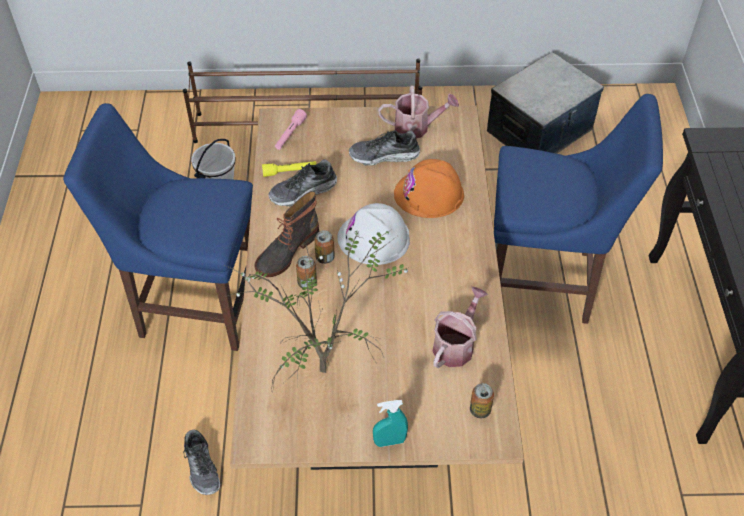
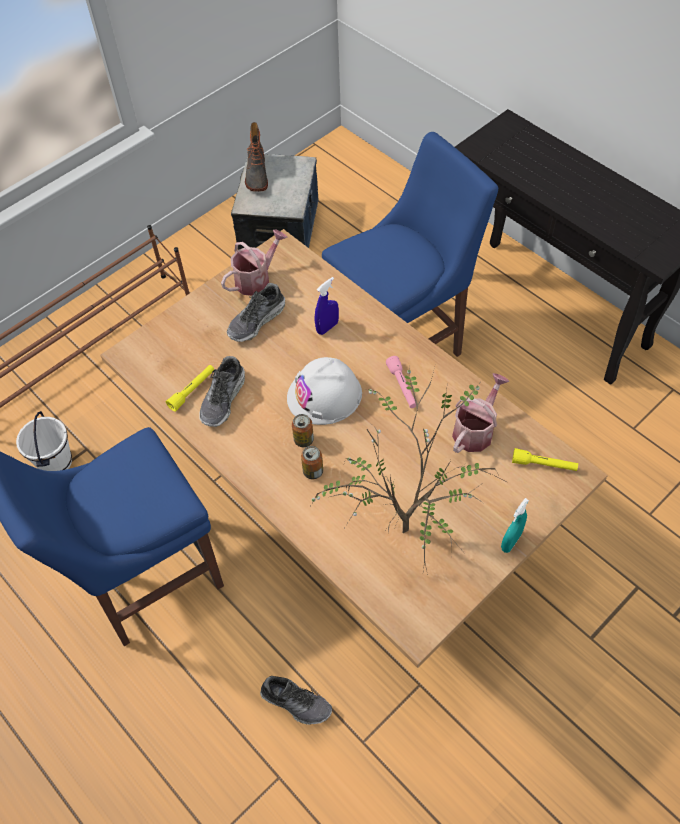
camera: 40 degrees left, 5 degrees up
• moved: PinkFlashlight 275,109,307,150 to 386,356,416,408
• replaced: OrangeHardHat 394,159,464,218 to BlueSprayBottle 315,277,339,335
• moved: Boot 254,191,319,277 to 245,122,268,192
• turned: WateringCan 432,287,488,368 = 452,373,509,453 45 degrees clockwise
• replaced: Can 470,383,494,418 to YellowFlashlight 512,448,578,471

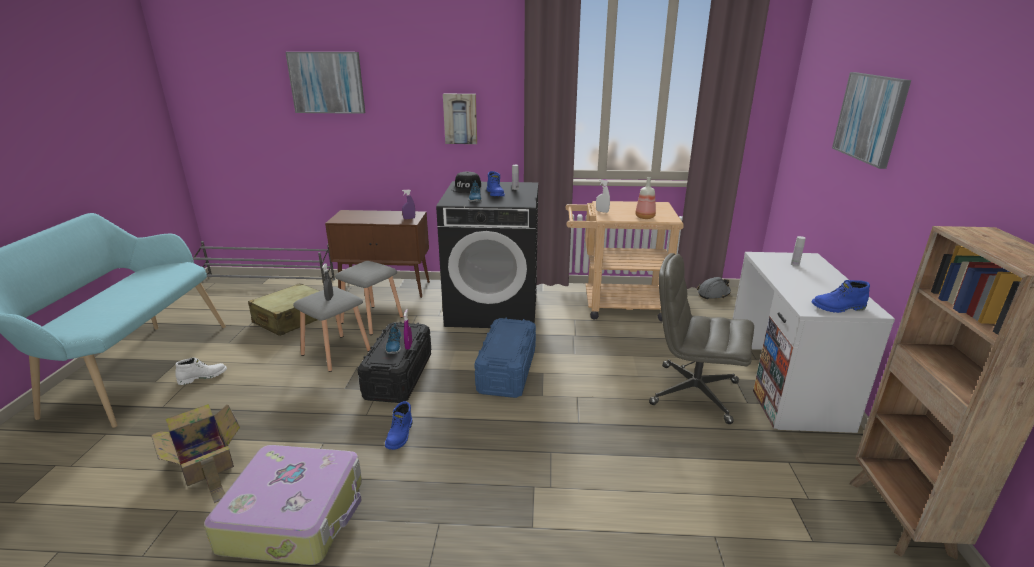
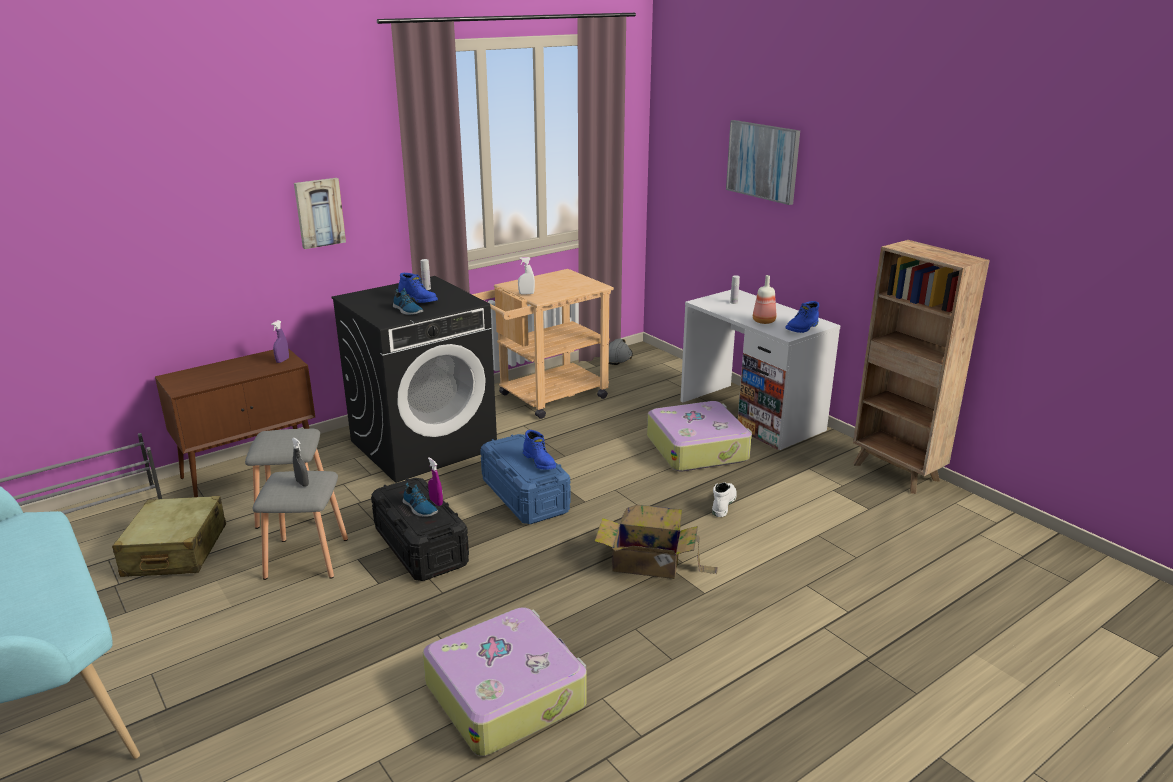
camera: 40 degrees left, 0 degrees up
• removed: Picture 285,52,365,114
• removed: BlackCap 451,172,481,193
• moved: Bottle 635,177,656,219 to 753,275,776,324
• replaced: GreyOfficeChair 649,253,754,424 to Suitcase 647,401,752,471
• moved: WhiteBoot 175,357,227,385 to 712,482,737,517
• moved: BlueBoot 385,401,412,450 to 523,430,556,470
• moved: CardboardBox 151,404,240,503 to 594,505,718,579

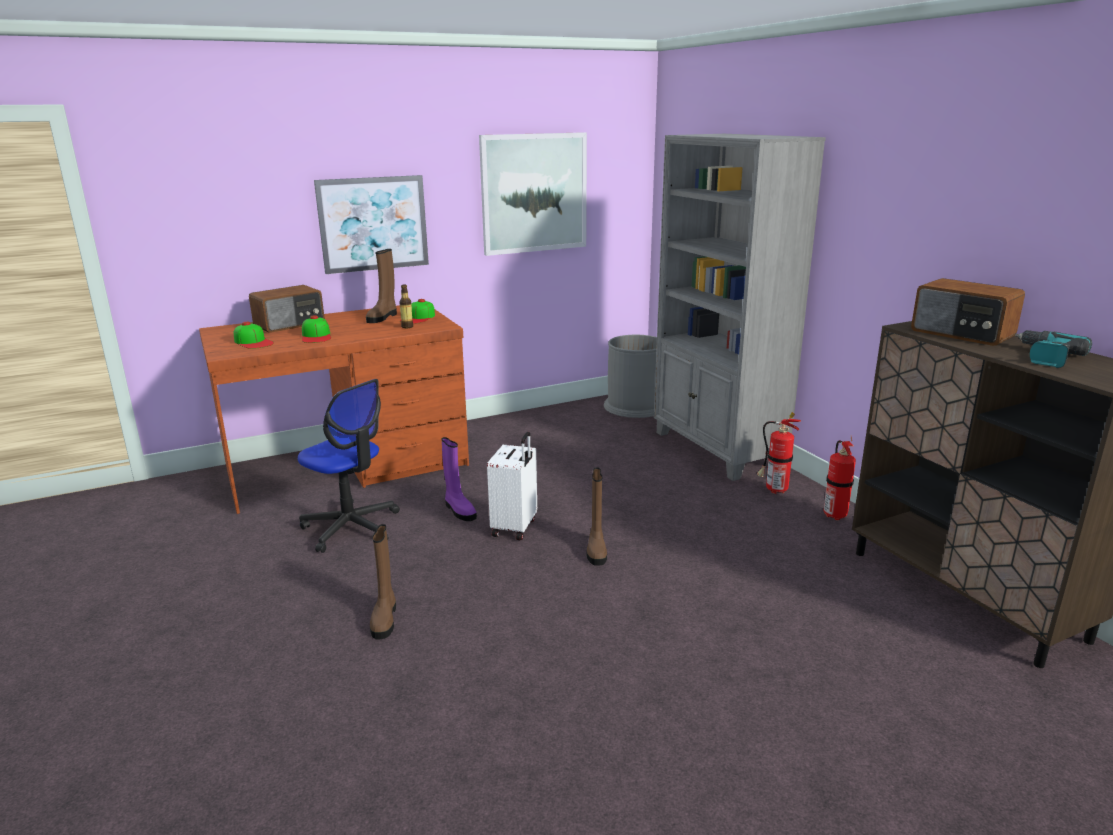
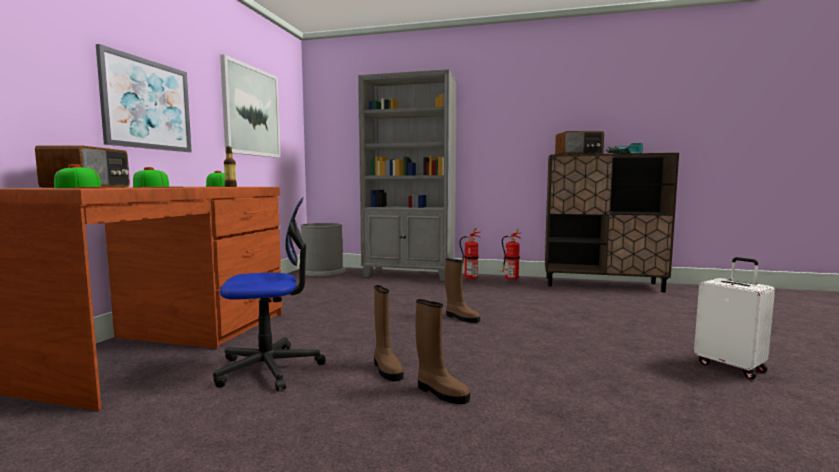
camera: 50 degrees left, 15 degrees down
• moved: BrownBoot 366,249,397,323 to 374,285,404,381
• moved: WhiteSuitcase 487,432,537,540 to 694,257,775,379
• removed: PurpleBoot 441,437,477,521

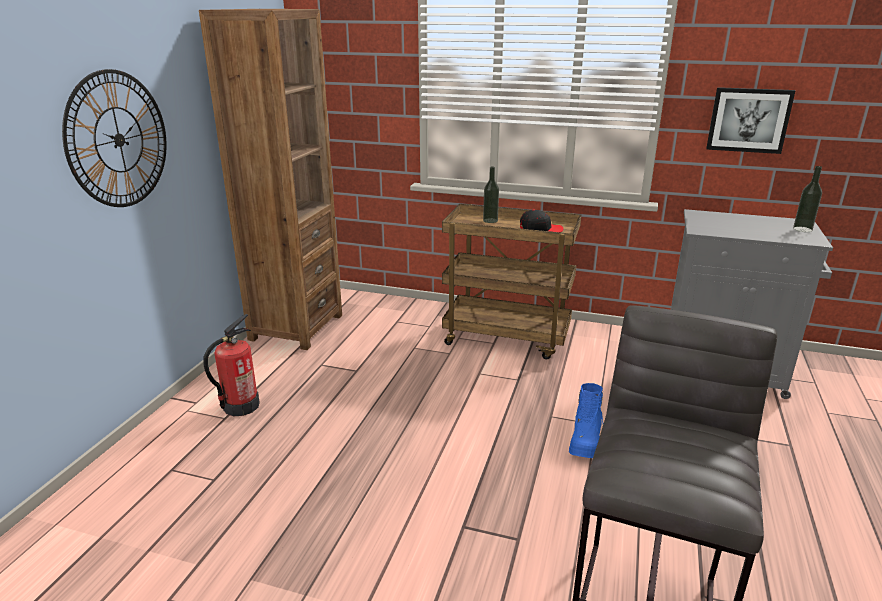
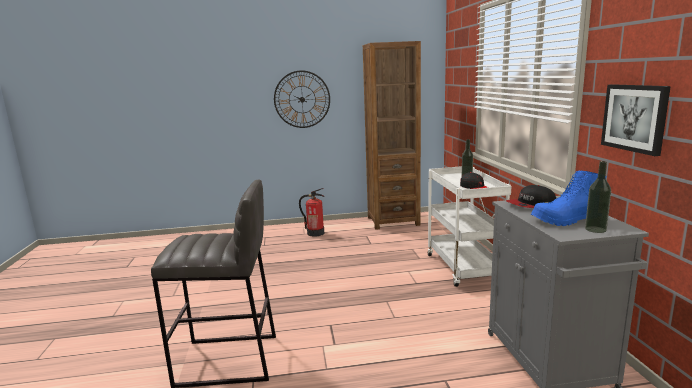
camera: 65 degrees right, 10 degrees down
• recoloured: BrownCart 442,204,581,359 to WhiteCart 428,166,511,287
• moved: BlueBoot 569,383,604,458 to 531,170,609,226
• added: Cap 506,185,556,208

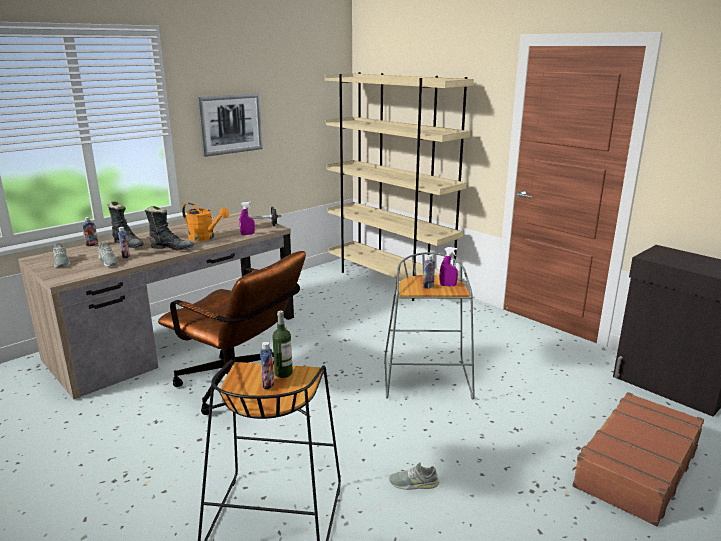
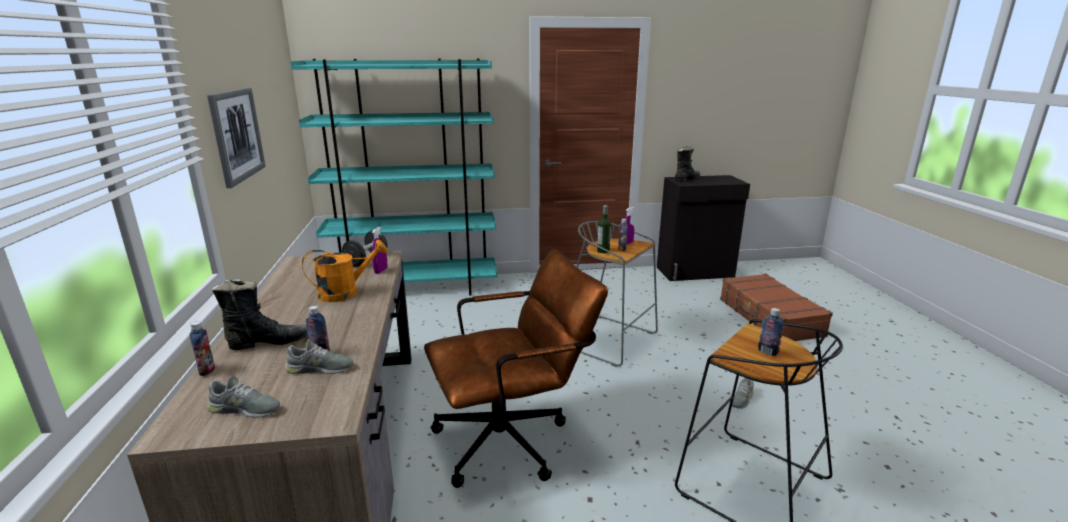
camera: 55 degrees left, 0 degrees up
• recoloured: BeigeBookcase 325,72,474,301 to TurquoiseBookcase 290,58,497,296
• moved: BlackBoot 145,206,194,250 to 675,146,700,182
• moved: Bottle 272,311,293,378 to 597,205,611,253

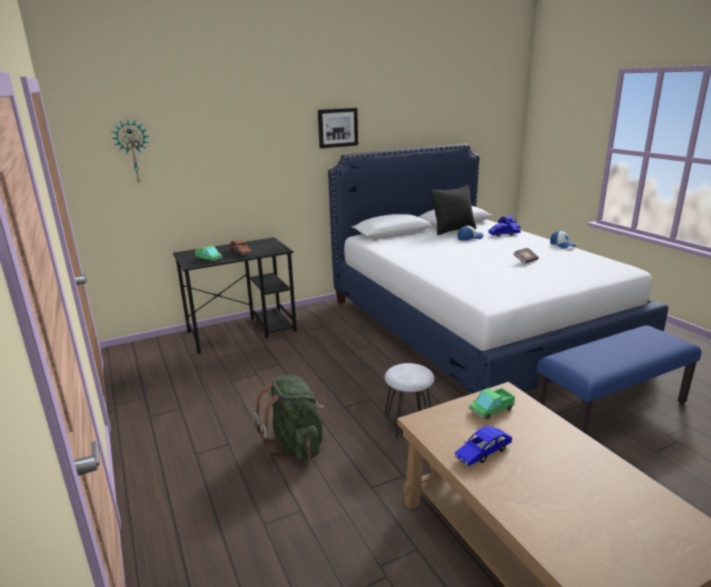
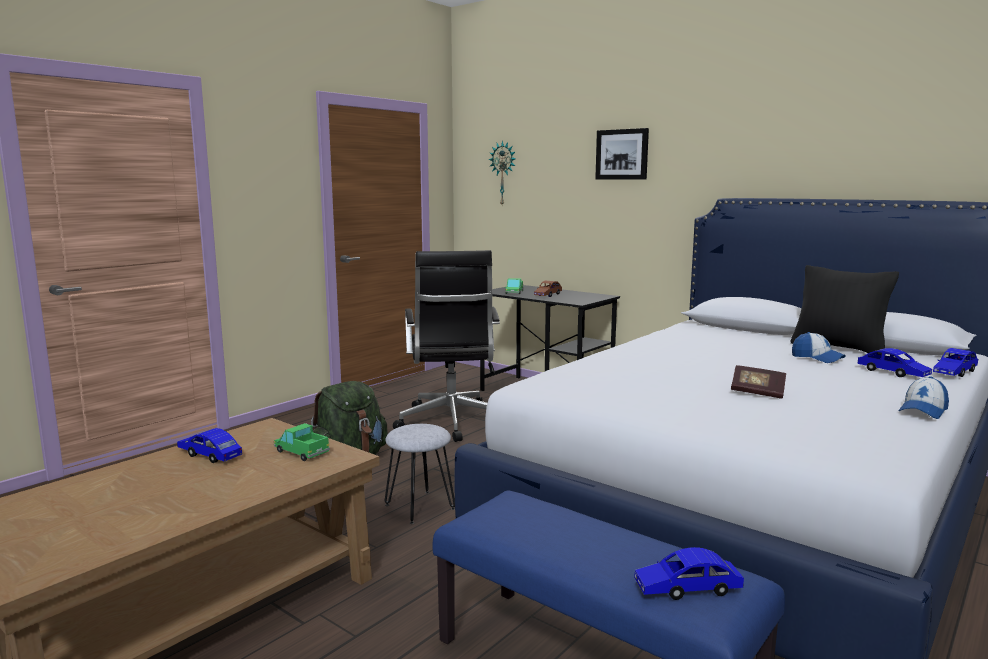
camera: 65 degrees right, 10 degrees down
• moved: Picture 318,108,358,148 to 595,128,649,179
• added: BlackOfficeChair 393,250,500,442
• added: BlueToyCar 634,547,744,600

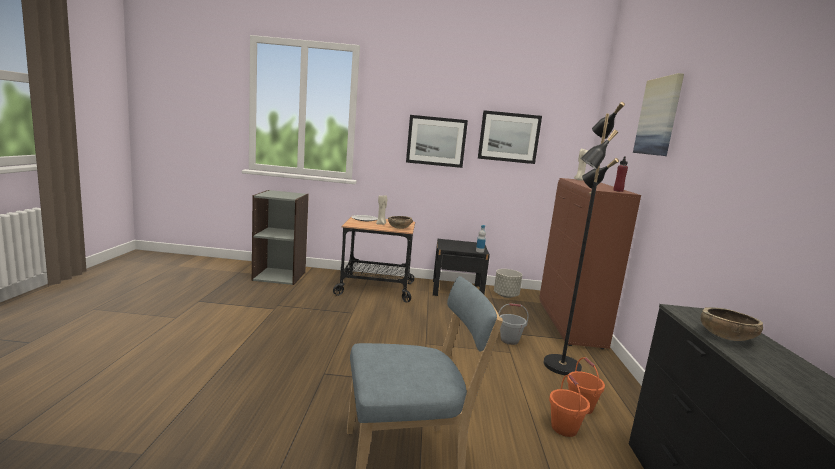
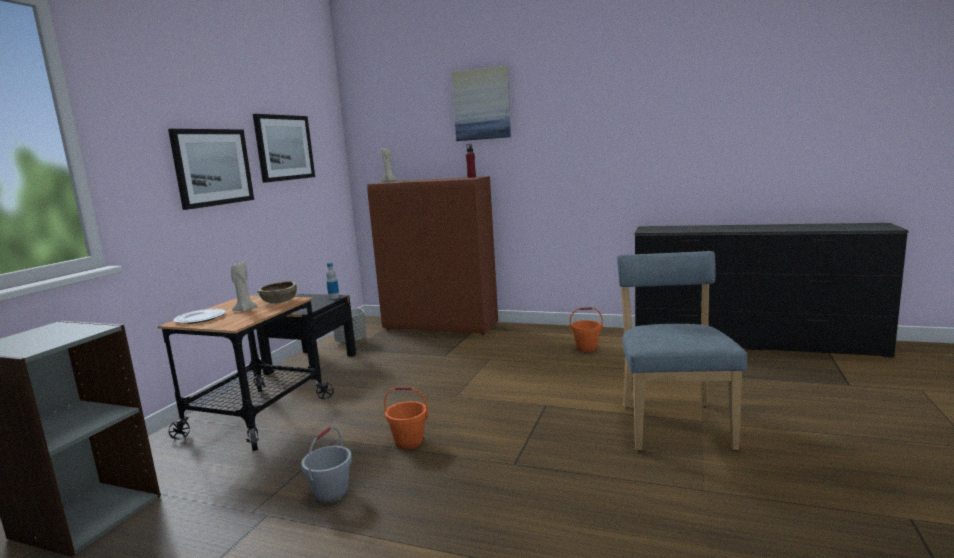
camera: 70 degrees left, 0 degrees up
• removed: BlackFloorLamp 543,102,625,375
• moved: GreyBucket 499,303,529,345 to 301,427,352,504
• removed: BrownBowl 701,307,763,341
• moved: OrangeBucket 549,374,590,437 to 384,387,428,449

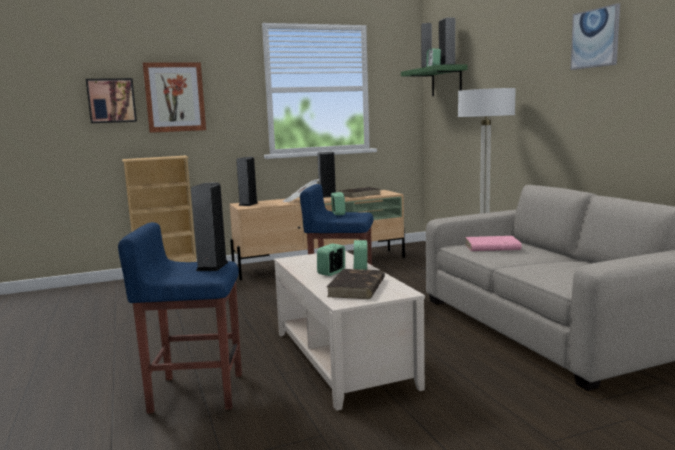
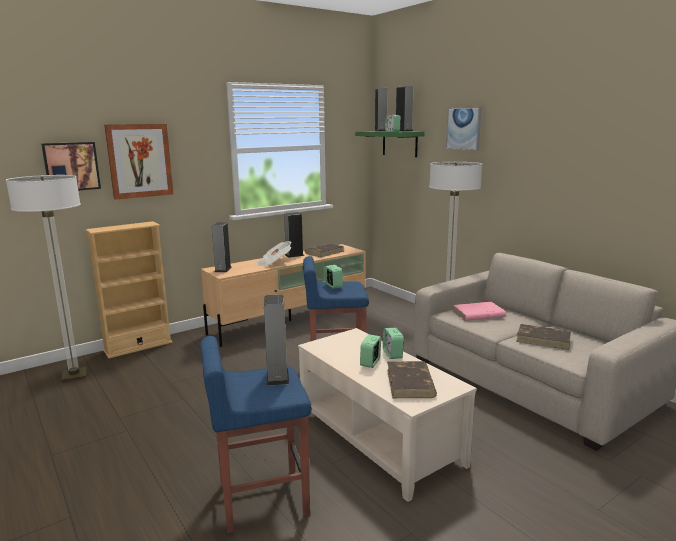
camera: 15 degrees left, 5 degrees up
• moved: Picture 571,3,620,70 to 446,107,482,151
• added: FloorLamp 6,175,87,382
• added: BrownBook 516,324,571,350

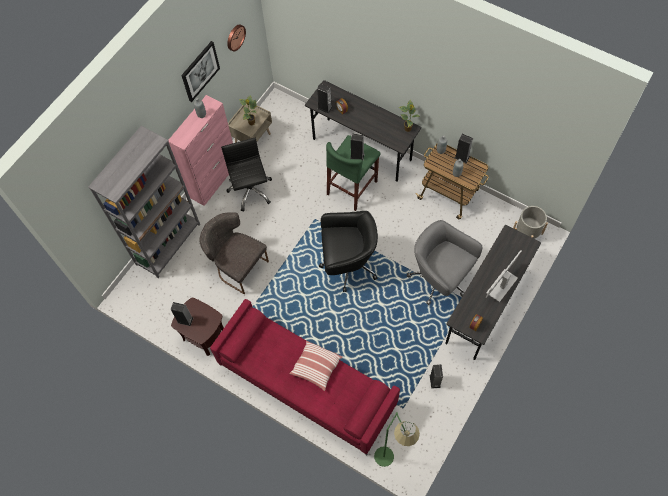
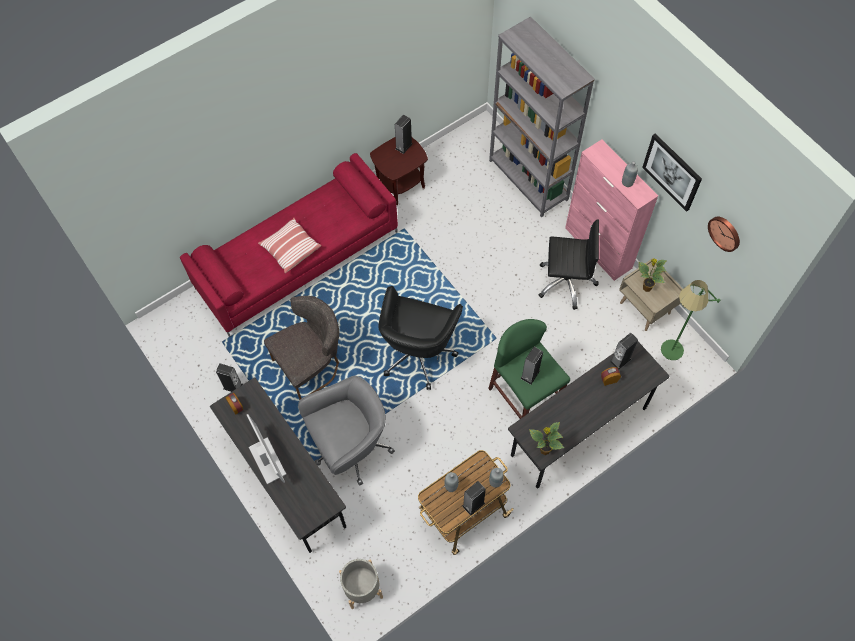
camera: 110 degrees right, 0 degrees up
• moved: GreyChair 199,212,269,294 to 264,296,339,400
• moved: GreenFloorLamp 374,412,420,467 to 661,280,720,360

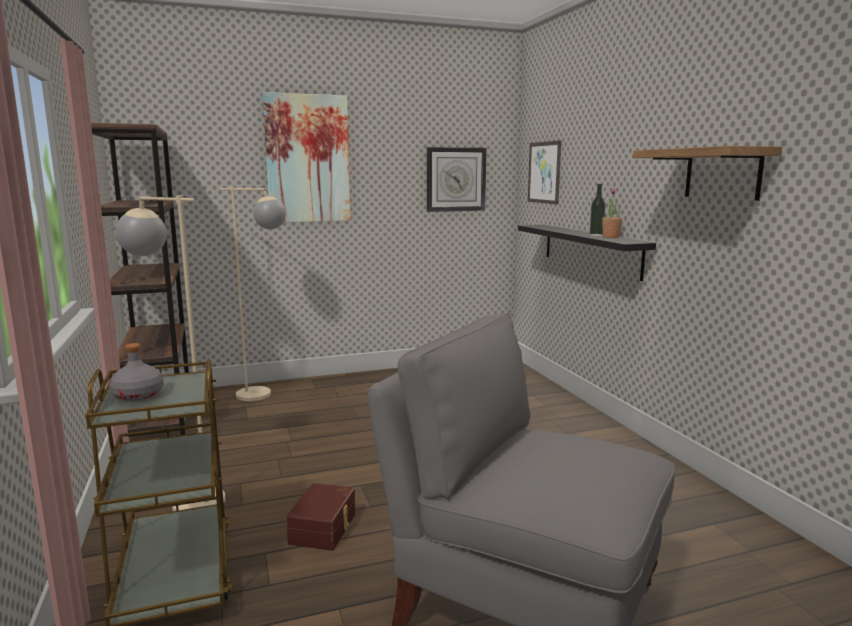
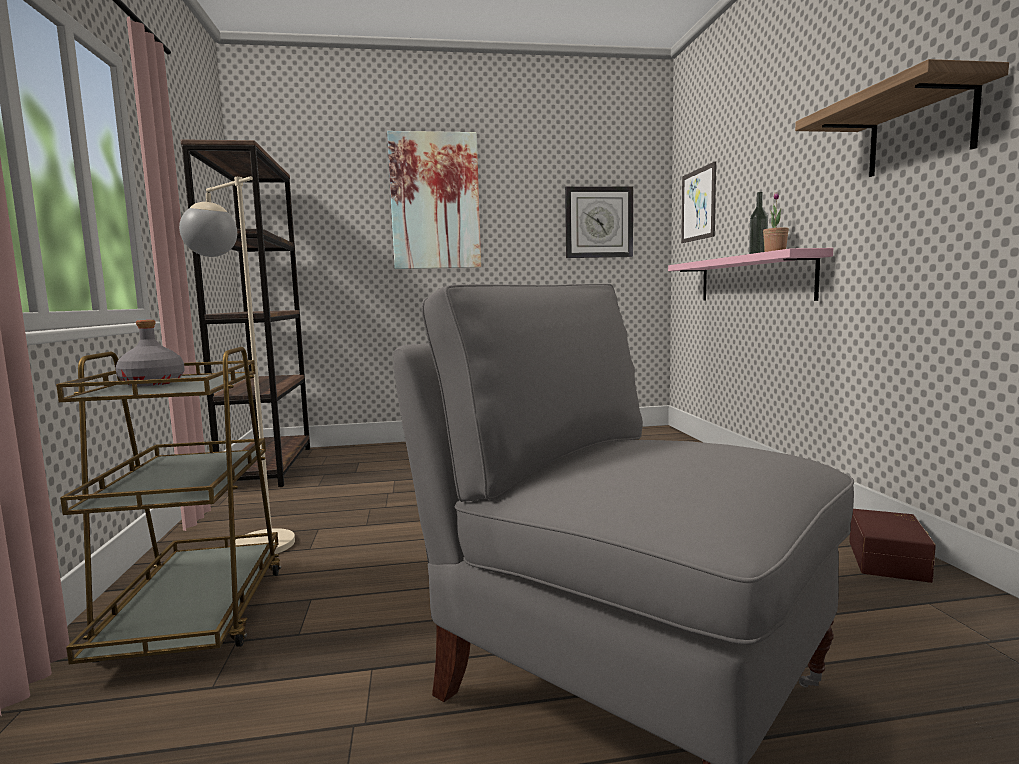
camera: 10 degrees right, 5 degrees down
• removed: BeigeFloorLamp 220,187,286,401
• recoloured: BlackShelf 518,225,656,281 to PinkShelf 668,248,833,301
• moved: BrownStorageBox 286,483,355,551 to 849,509,936,583

